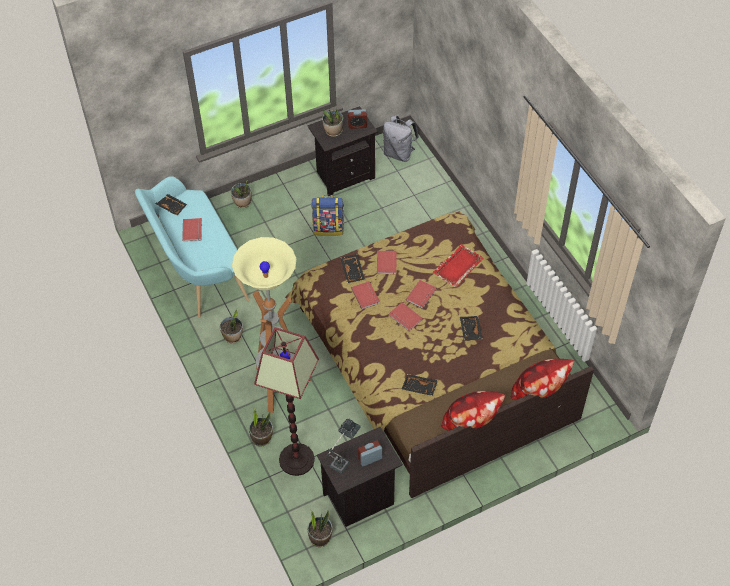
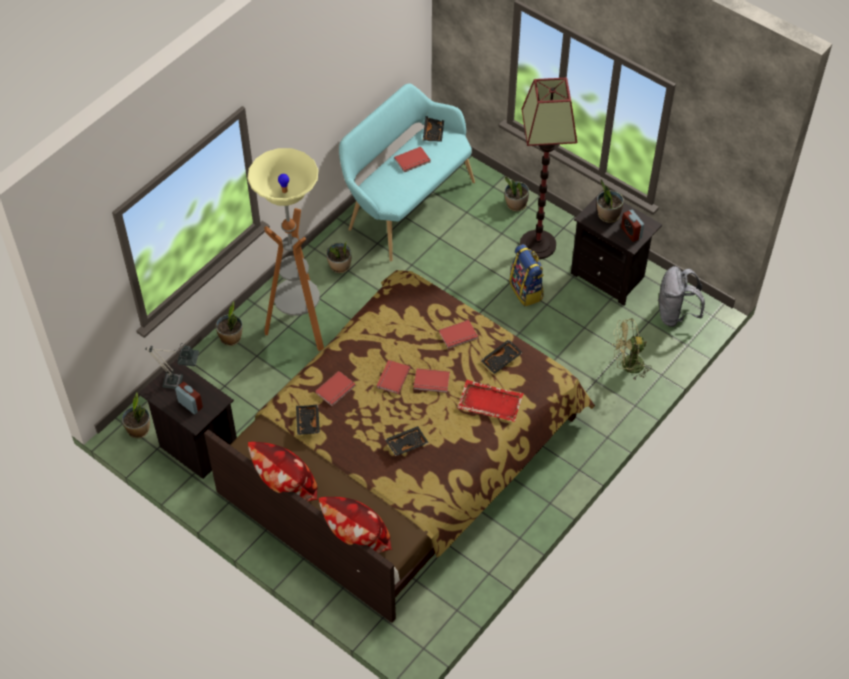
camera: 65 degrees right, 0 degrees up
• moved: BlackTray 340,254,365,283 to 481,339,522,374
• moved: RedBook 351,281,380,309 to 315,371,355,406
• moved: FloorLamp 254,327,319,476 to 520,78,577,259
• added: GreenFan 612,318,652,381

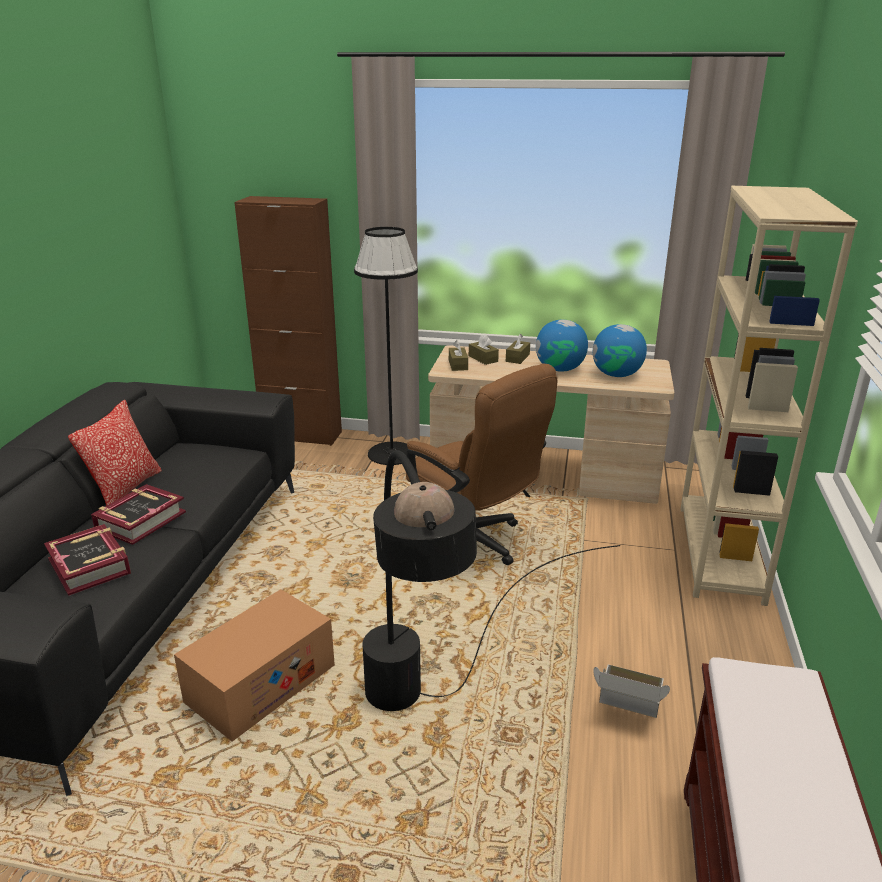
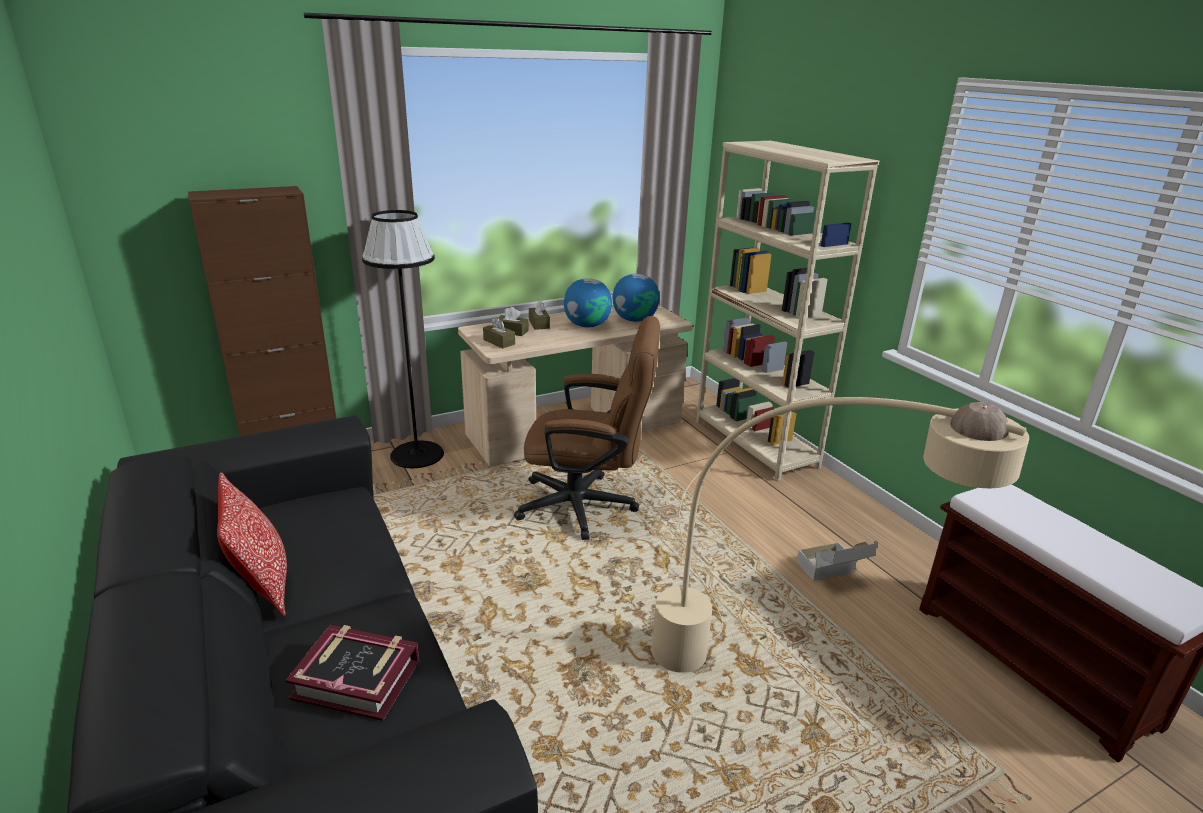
camera: 40 degrees left, 0 degrees up
• recoloured: BlackFloorLamp 362,450,621,711 to BeigeFloorLamp 652,397,1029,673
• removed: Book 91,484,186,545
• removed: CardboardBox 174,589,335,742

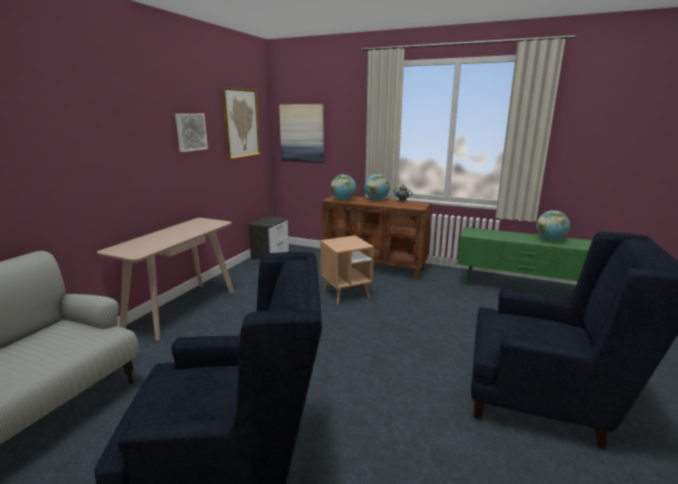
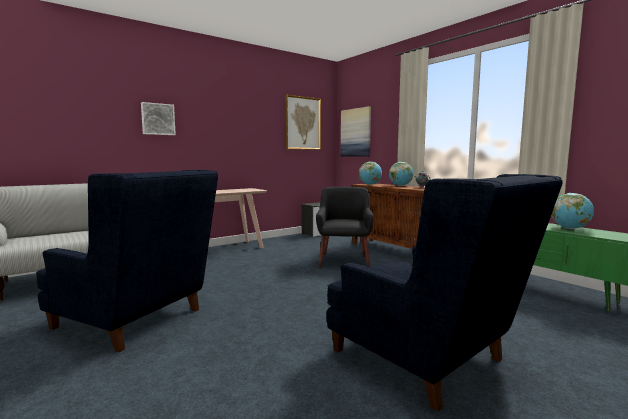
camera: 30 degrees right, 10 degrees down
• moved: Picture 175,114,208,152 to 141,102,176,135
• replaced: BrownSideTable 320,236,374,304 to BlackArmchair 316,187,374,268

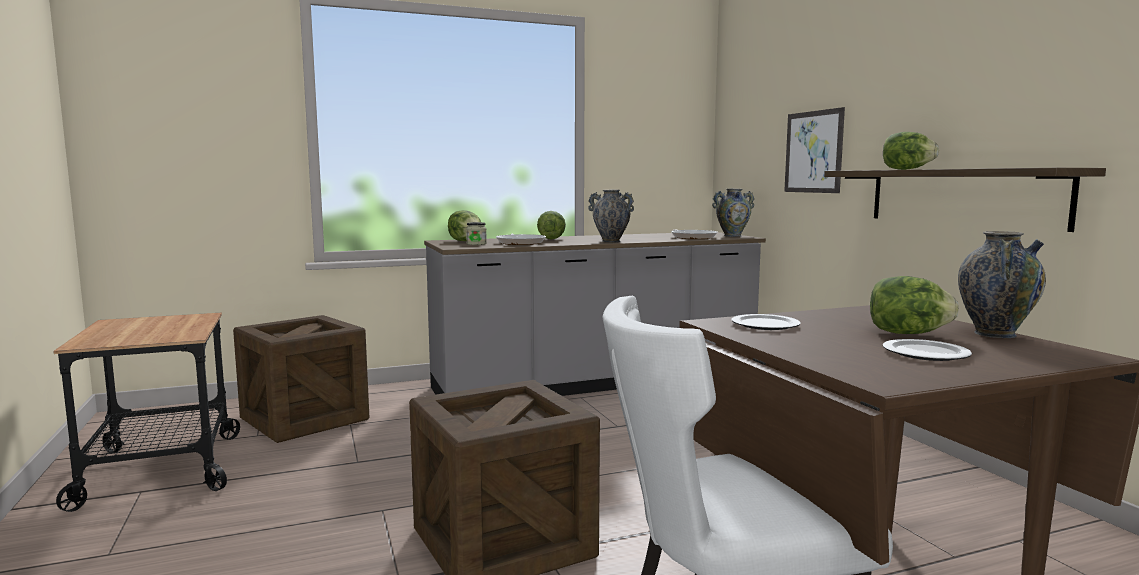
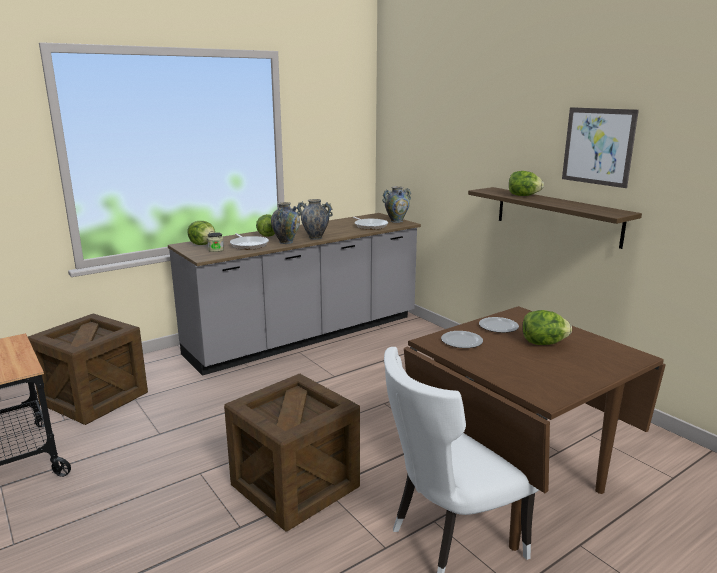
camera: 15 degrees left, 10 degrees up
• moved: Picture 784,107,845,193 to 562,107,639,188
• moved: Vase 958,231,1046,338 to 271,202,300,244
• moved: Plate 883,339,972,361 to 479,317,519,333

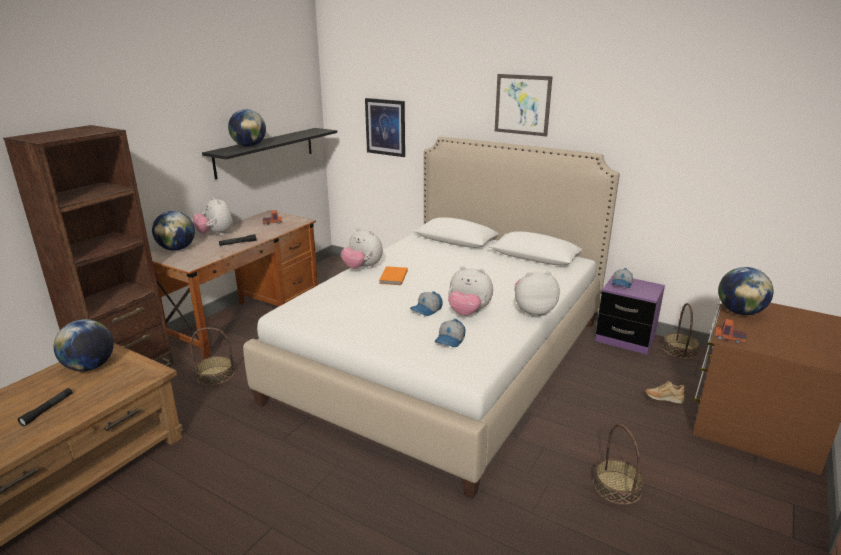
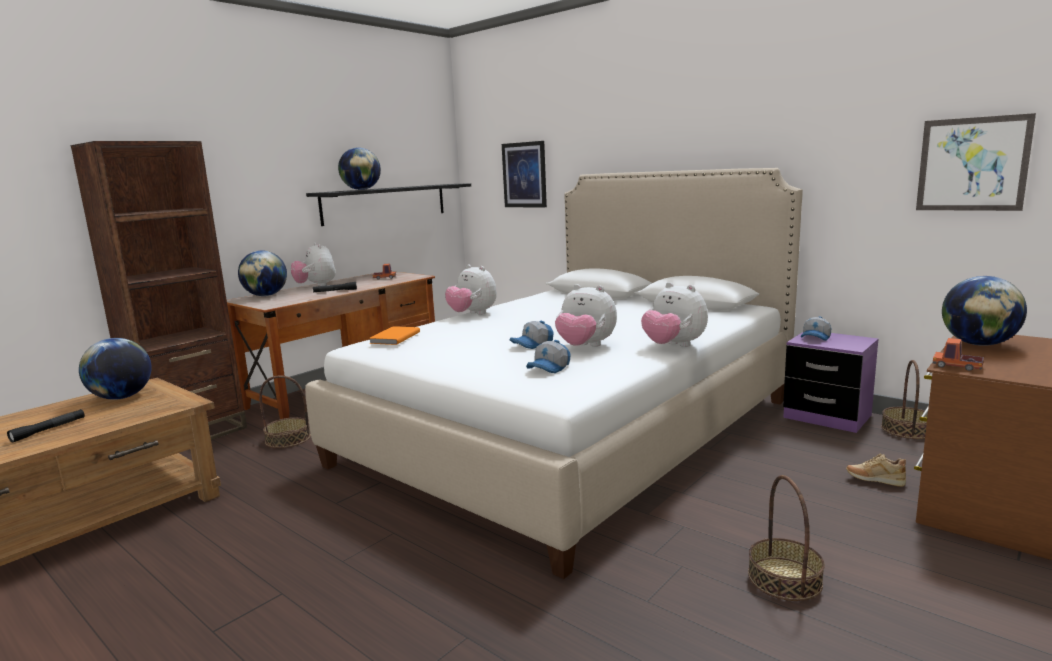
camera: 10 degrees right, 10 degrees down
• moved: Picture 495,74,553,137 to 916,113,1036,211
• moved: OrangeBook 379,266,408,285 to 369,326,420,345
• turned: PlushToy 515,271,560,317 = 641,282,708,347 135 degrees counterclockwise

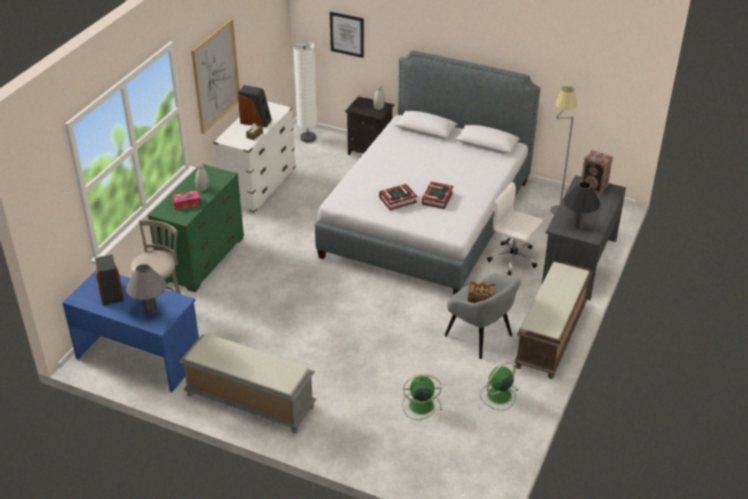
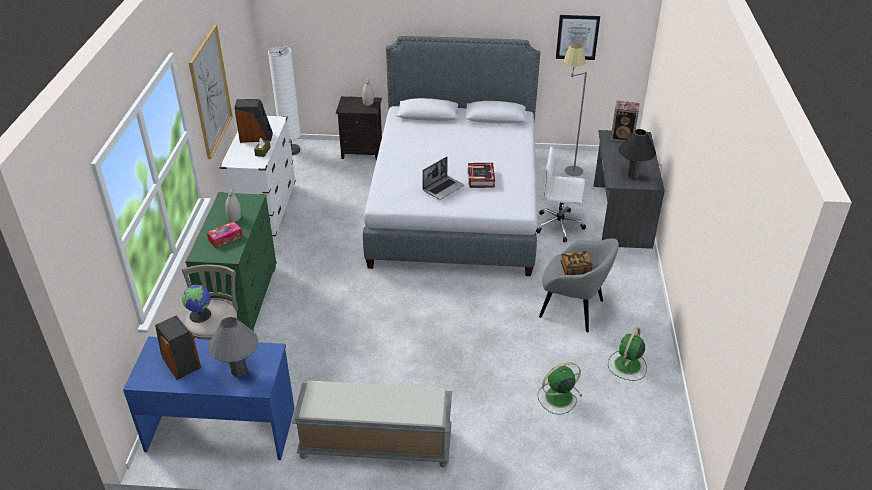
camera: 20 degrees left, 0 degrees up
• moved: Picture 330,12,364,58 to 556,15,600,60
• replaced: Book 379,184,417,210 to Laptop 422,157,464,200
• removed: BrownBench 514,262,592,379
• added: Globe 182,284,211,323

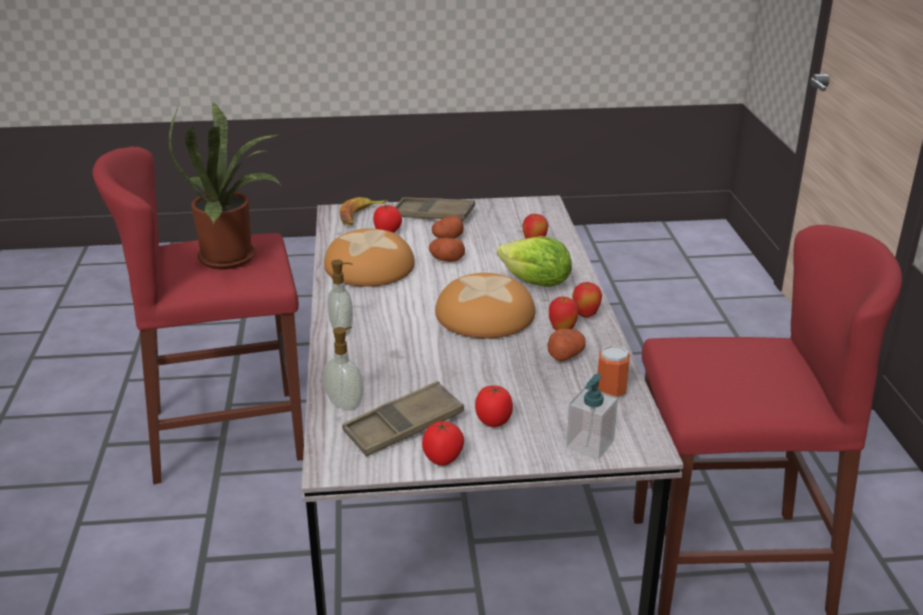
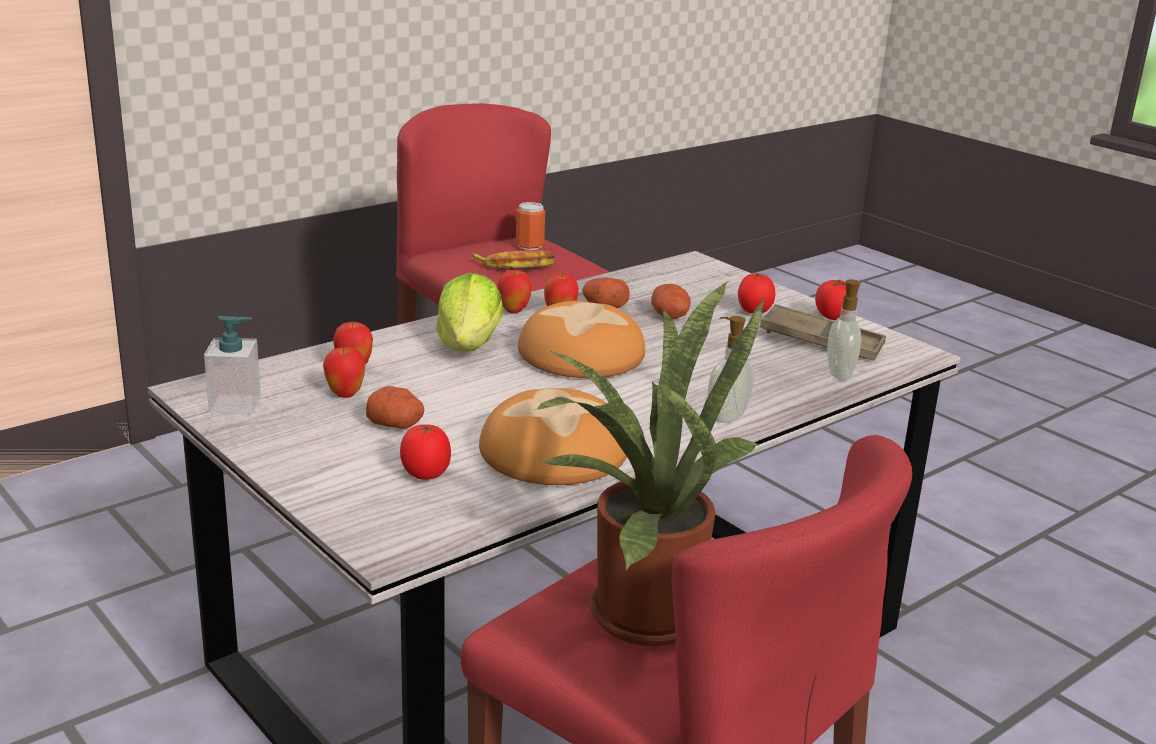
camera: 125 degrees left, 5 degrees down
• moved: Banana 339,197,388,225 to 472,250,555,270
• removed: BrownTray 395,197,475,221
• moved: Potato 429,238,465,262 to 651,284,690,319
• moved: Can 597,345,630,398 to 516,202,545,250
• moved: SoapDispenser 566,374,618,460 to 204,316,261,414
• added: Apple 323,347,365,398

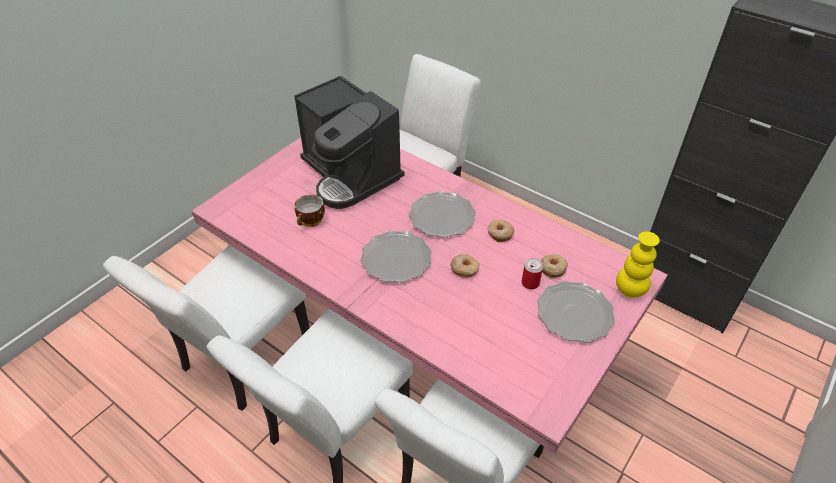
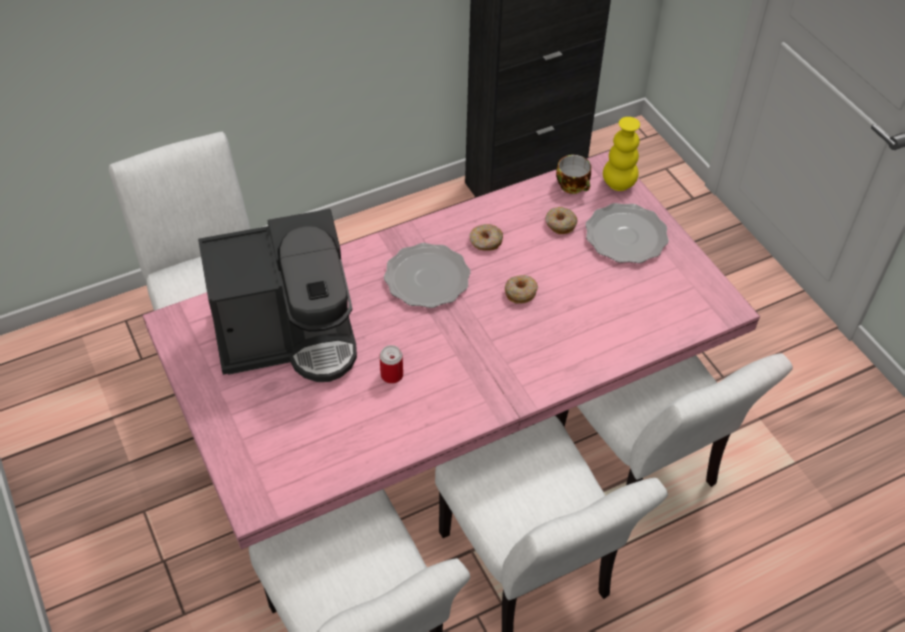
camera: 65 degrees left, 5 degrees up
• moved: Cup 295,194,325,227 to 556,155,591,194
• removed: Plate 360,231,432,283
• moved: Can 522,258,543,290 to 380,345,403,384

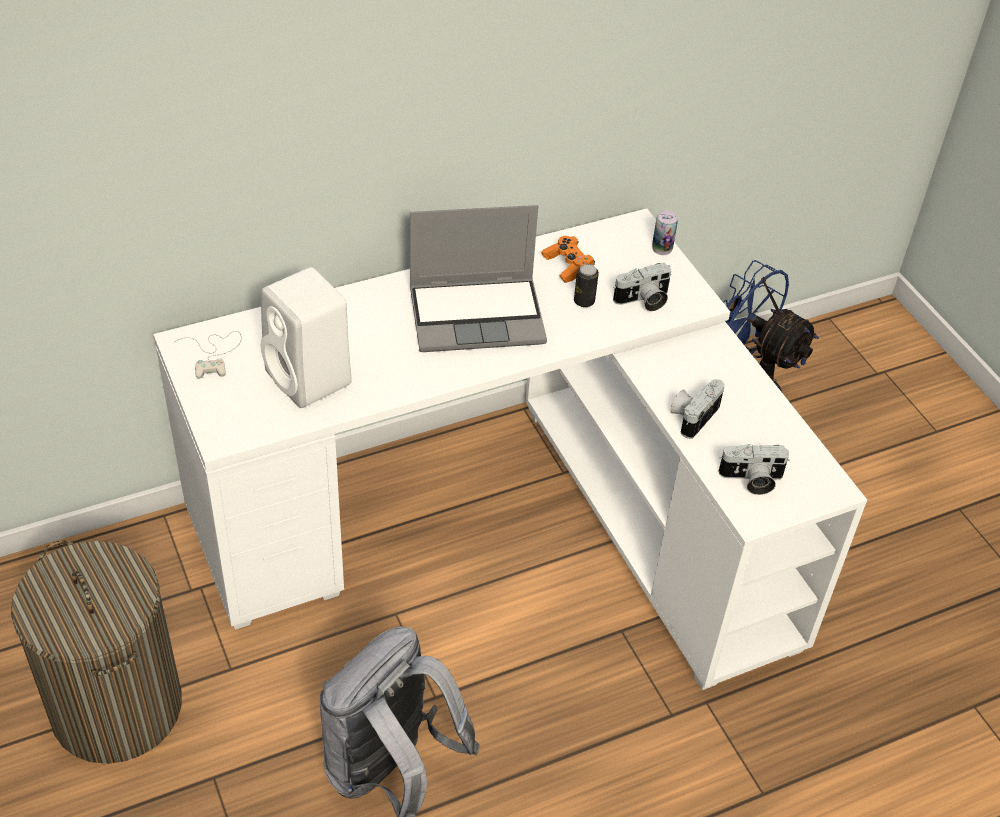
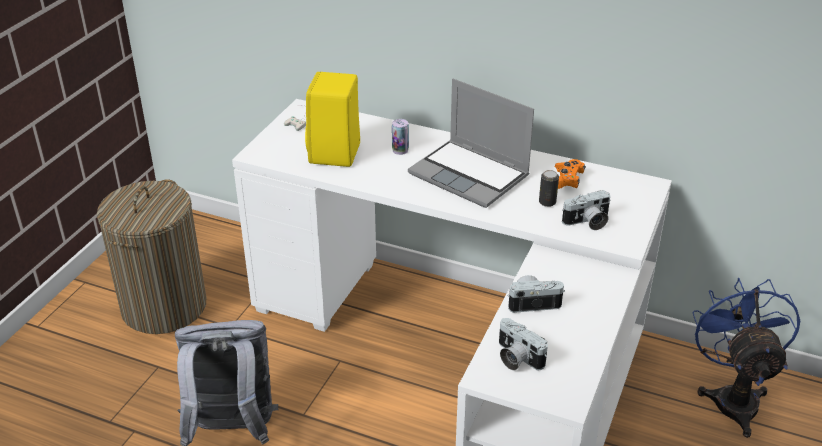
camera: 50 degrees right, 10 degrees down
• moved: Can 652,211,678,255 to 392,119,409,155
• turned: PhotoCamera 613,263,671,311 = 562,190,610,230 45 degrees counterclockwise
• recoloured: WhiteSpeaker 261,267,352,408 to YellowSpeaker 305,72,360,167

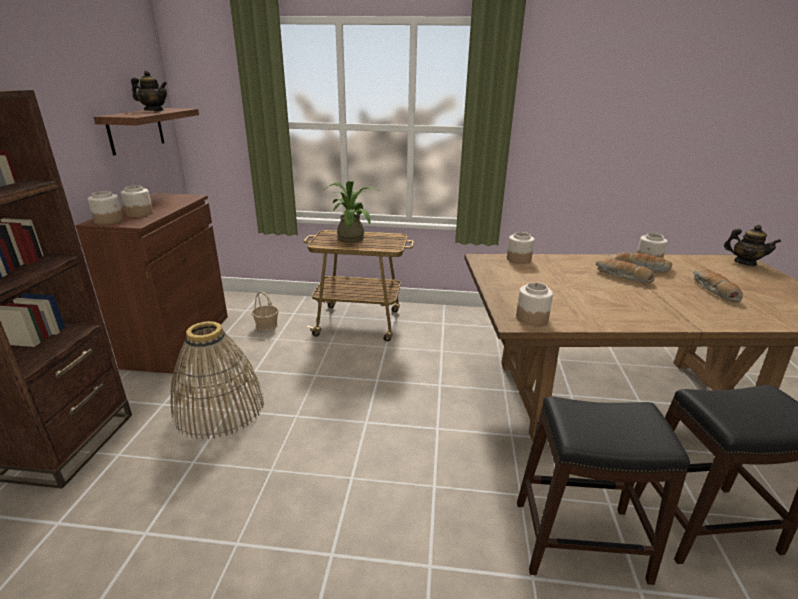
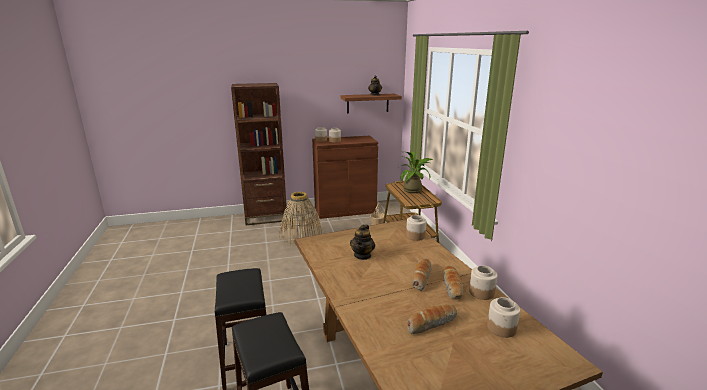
camera: 70 degrees right, 5 degrees down
• moved: Teapot 724,225,781,266 to 350,224,375,260
• moved: Jar 516,282,553,326 to 487,297,520,338

